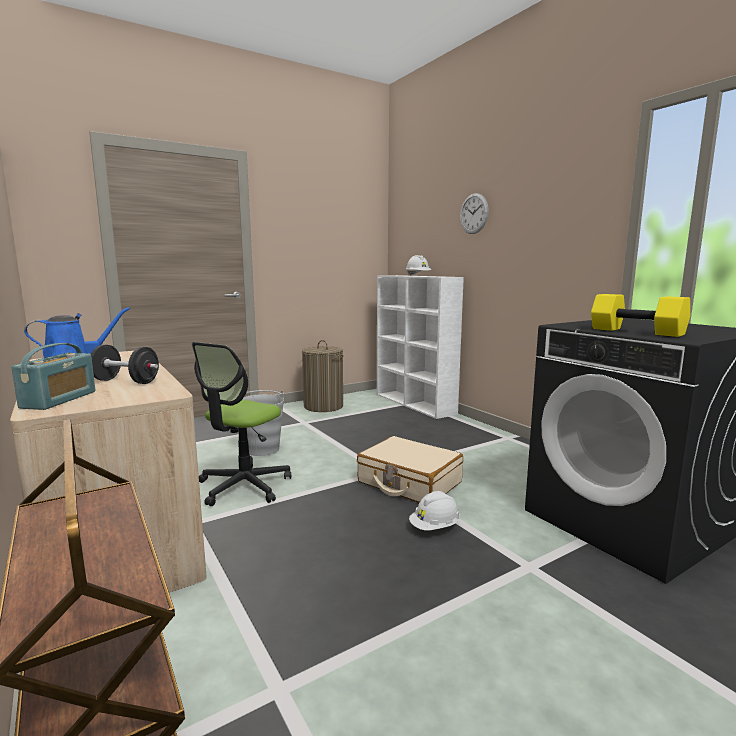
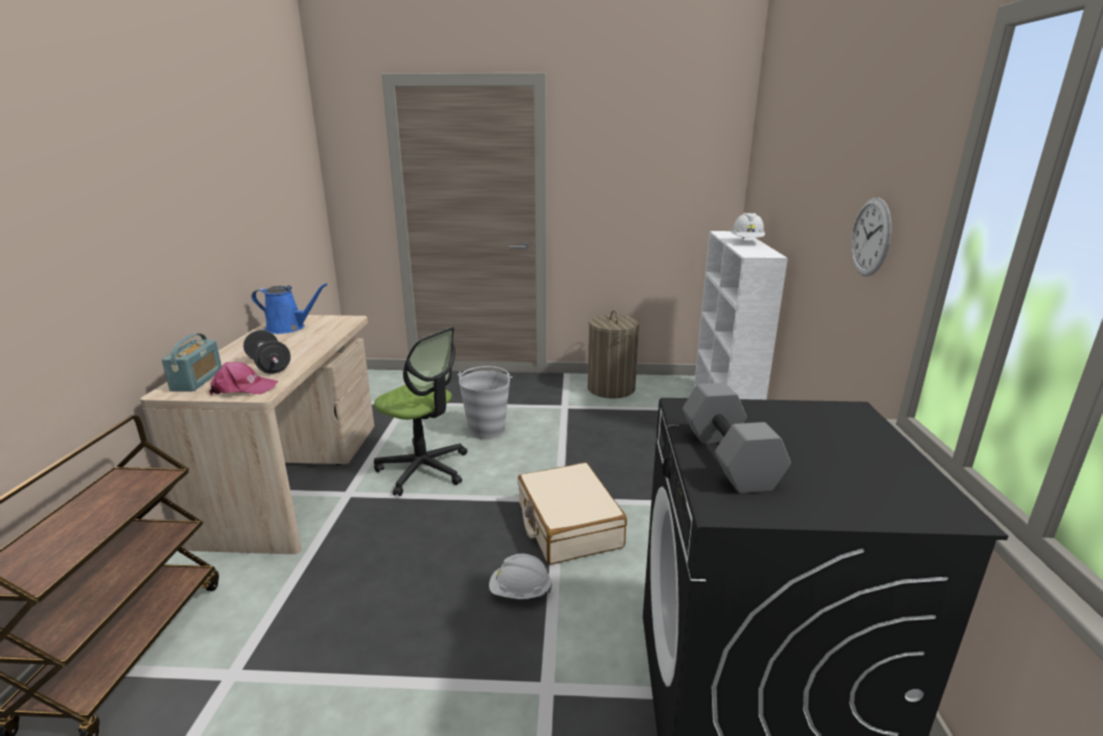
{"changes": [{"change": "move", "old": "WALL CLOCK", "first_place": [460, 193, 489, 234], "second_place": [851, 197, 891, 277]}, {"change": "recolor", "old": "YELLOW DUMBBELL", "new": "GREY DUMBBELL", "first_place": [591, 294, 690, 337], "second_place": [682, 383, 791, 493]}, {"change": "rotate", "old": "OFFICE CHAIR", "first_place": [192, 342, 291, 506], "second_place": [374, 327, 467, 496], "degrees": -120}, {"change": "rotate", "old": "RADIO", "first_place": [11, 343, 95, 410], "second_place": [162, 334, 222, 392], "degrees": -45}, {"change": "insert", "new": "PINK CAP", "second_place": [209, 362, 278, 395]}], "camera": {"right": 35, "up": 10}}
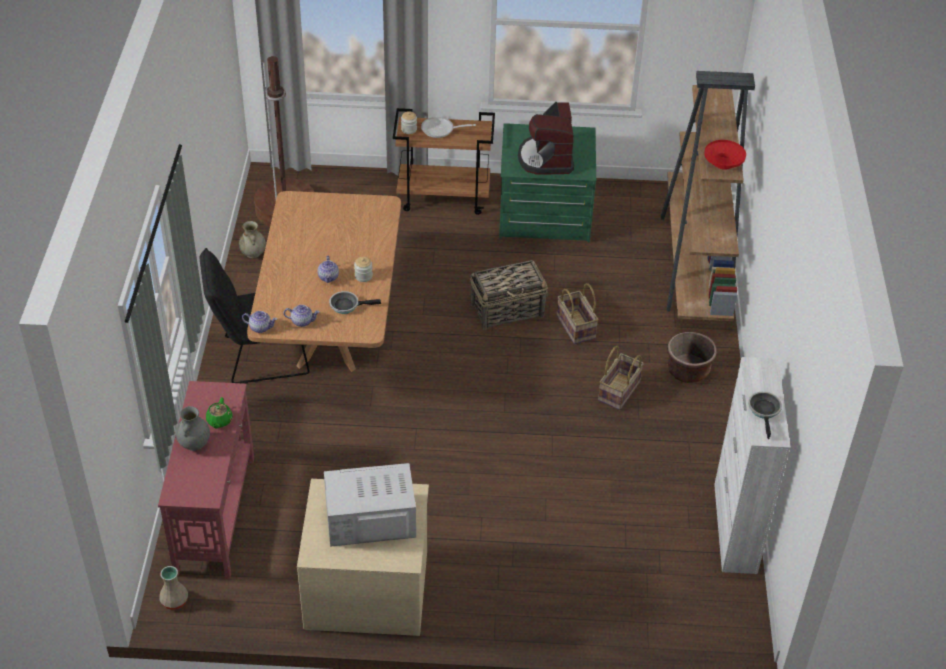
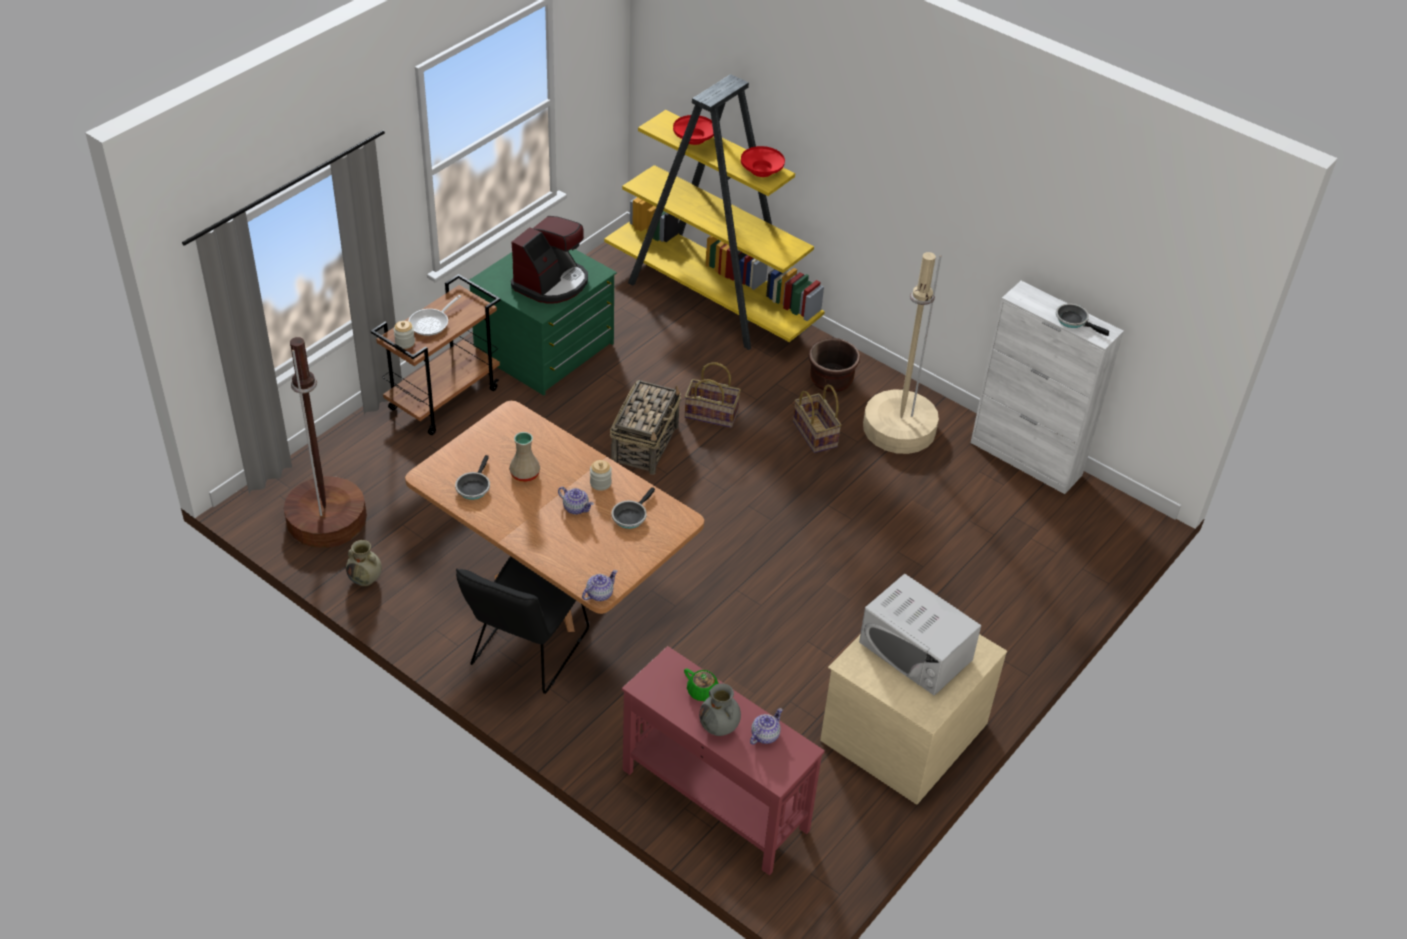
{"changes": [{"change": "recolor", "old": "BROWN BOOKCASE", "new": "YELLOW BOOKCASE", "first_place": [661, 71, 755, 321], "second_place": [604, 74, 825, 350]}, {"change": "rotate", "old": "COFFEE MACHINE", "first_place": [518, 102, 574, 175], "second_place": [511, 216, 588, 304], "degrees": -90}, {"change": "move", "old": "TEAPOT", "first_place": [284, 305, 320, 327], "second_place": [750, 708, 783, 745]}, {"change": "rotate", "old": "WHITE MICROWAVE", "first_place": [324, 463, 416, 547], "second_place": [859, 573, 981, 696], "degrees": -75}, {"change": "move", "old": "BEIGE VASE", "first_place": [159, 566, 188, 610], "second_place": [509, 432, 540, 482]}, {"change": "insert", "new": "RED BOWL", "second_place": [673, 115, 714, 145]}, {"change": "insert", "new": "BEIGE FLOOR LAMP", "second_place": [863, 252, 942, 454]}, {"change": "insert", "new": "FRYING PAN", "second_place": [455, 455, 490, 500]}], "camera": {"right": -55, "up": 0}}
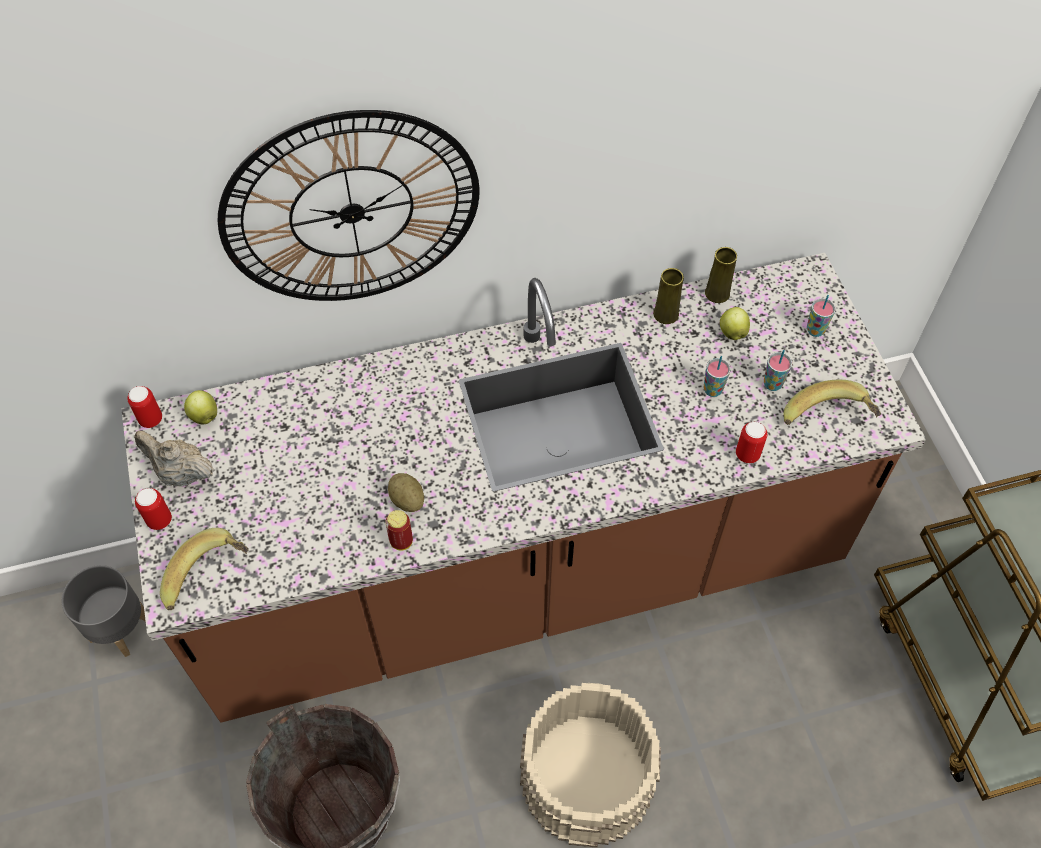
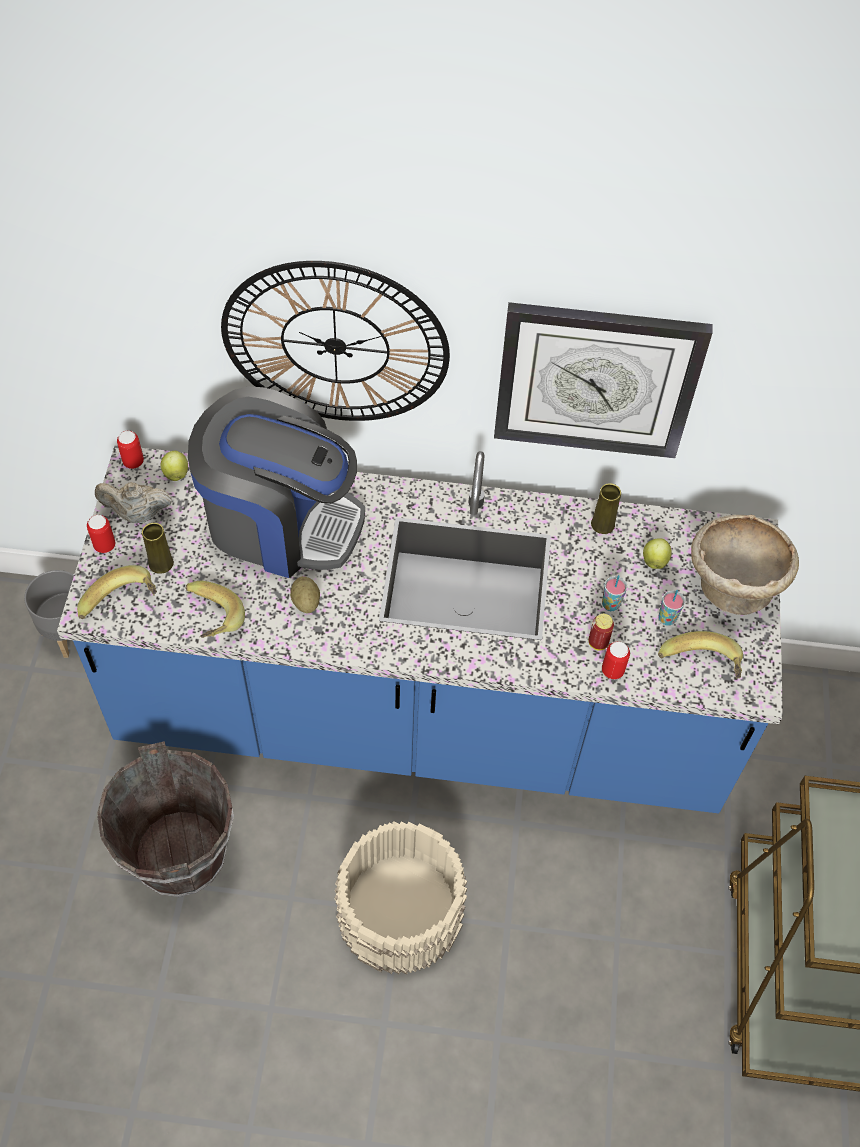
{"changes": [{"change": "move", "old": "YELLOW VASE", "first_place": [705, 247, 737, 303], "second_place": [142, 523, 174, 574]}, {"change": "recolor", "old": "BROWN COUNTER", "new": "BLUE COUNTER", "first_place": [121, 253, 926, 723], "second_place": [57, 445, 783, 813]}, {"change": "replace", "old": "CUP", "new": "BEIGE BOWL", "first_place": [807, 295, 836, 337], "second_place": [691, 515, 799, 615]}, {"change": "rotate", "old": "BEIGE TEAPOT", "first_place": [134, 431, 214, 487], "second_place": [95, 482, 172, 523], "degrees": -45}, {"change": "move", "old": "CAN", "first_place": [385, 510, 413, 551], "second_place": [589, 614, 614, 651]}, {"change": "insert", "new": "WALL CLOCK", "second_place": [494, 302, 713, 458]}, {"change": "insert", "new": "COFFEE MACHINE", "second_place": [188, 386, 365, 578]}, {"change": "insert", "new": "BANANA", "second_place": [185, 581, 245, 638]}], "camera": {"right": 20, "up": 0}}
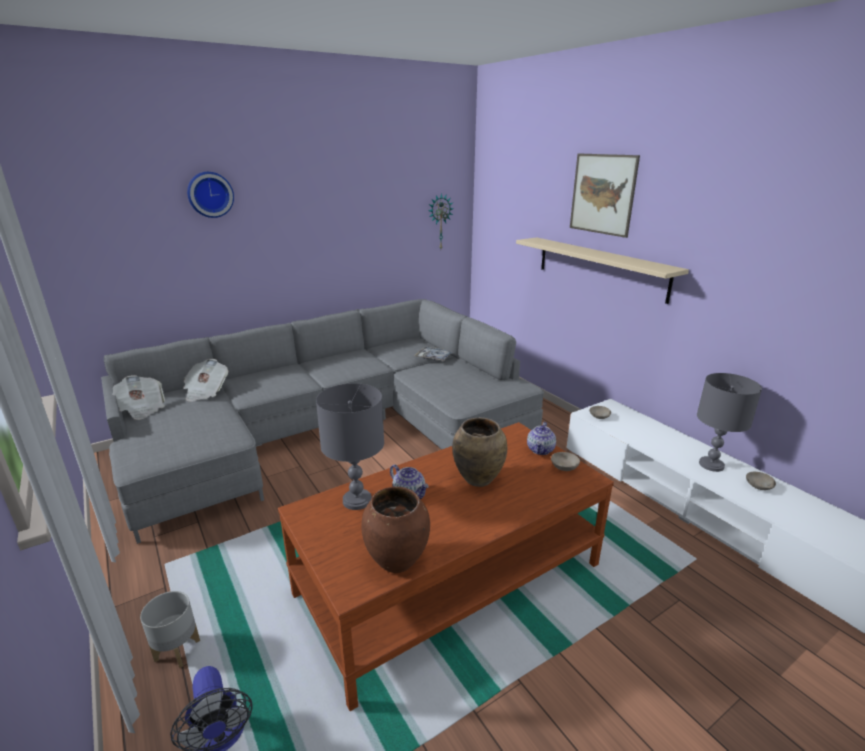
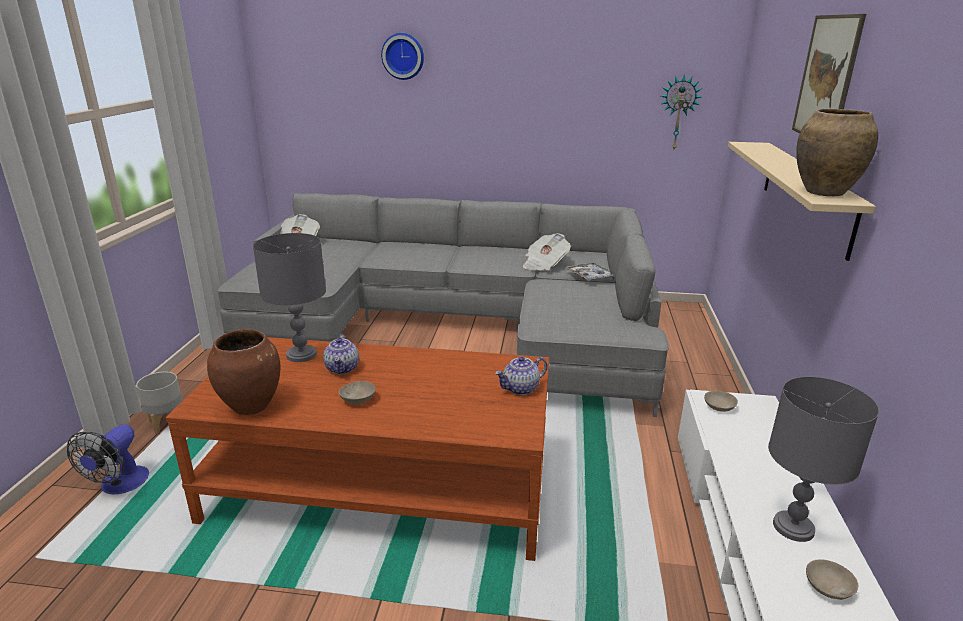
{"changes": [{"change": "move", "old": "NEWSPAPER", "first_place": [184, 359, 228, 401], "second_place": [523, 233, 571, 271]}, {"change": "move", "old": "BROWN VASE", "first_place": [452, 417, 507, 487], "second_place": [796, 109, 878, 196]}, {"change": "move", "old": "BEIGE BOWL", "first_place": [551, 452, 580, 471], "second_place": [339, 381, 376, 404]}], "camera": {"right": 40, "up": 0}}
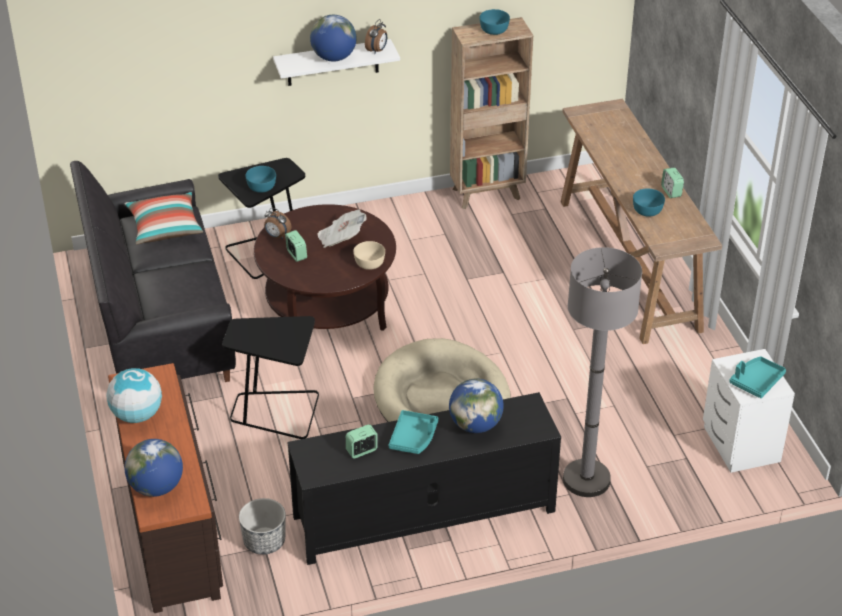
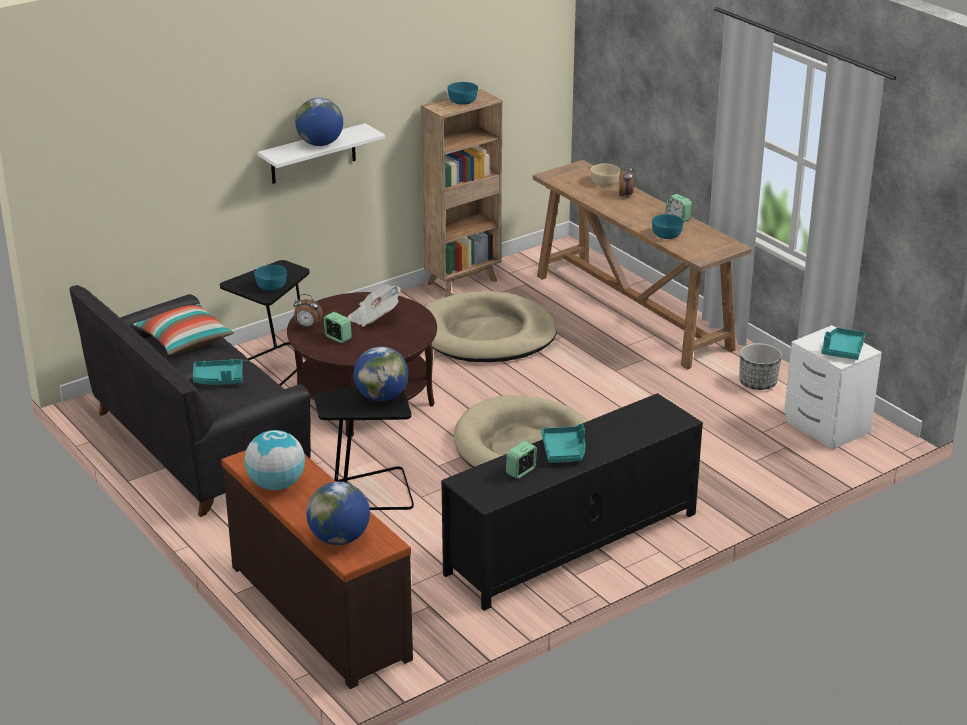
{"changes": [{"change": "move", "old": "ALARM CLOCK", "first_place": [365, 19, 387, 54], "second_place": [619, 165, 635, 197]}, {"change": "move", "old": "BEIGE BOWL", "first_place": [353, 241, 385, 270], "second_place": [591, 164, 620, 187]}, {"change": "delete", "old": "GREY FLOOR LAMP", "first_place": [563, 247, 642, 497]}, {"change": "move", "old": "GLOBE", "first_place": [449, 379, 504, 433], "second_place": [354, 347, 408, 401]}, {"change": "move", "old": "PLANTER", "first_place": [239, 498, 286, 555], "second_place": [739, 343, 782, 390]}, {"change": "insert", "new": "BEIGE DOG BED", "second_place": [425, 291, 557, 362]}, {"change": "insert", "new": "TURQUOISE TRAY", "second_place": [193, 359, 243, 385]}], "camera": {"right": -20, "up": -10}}
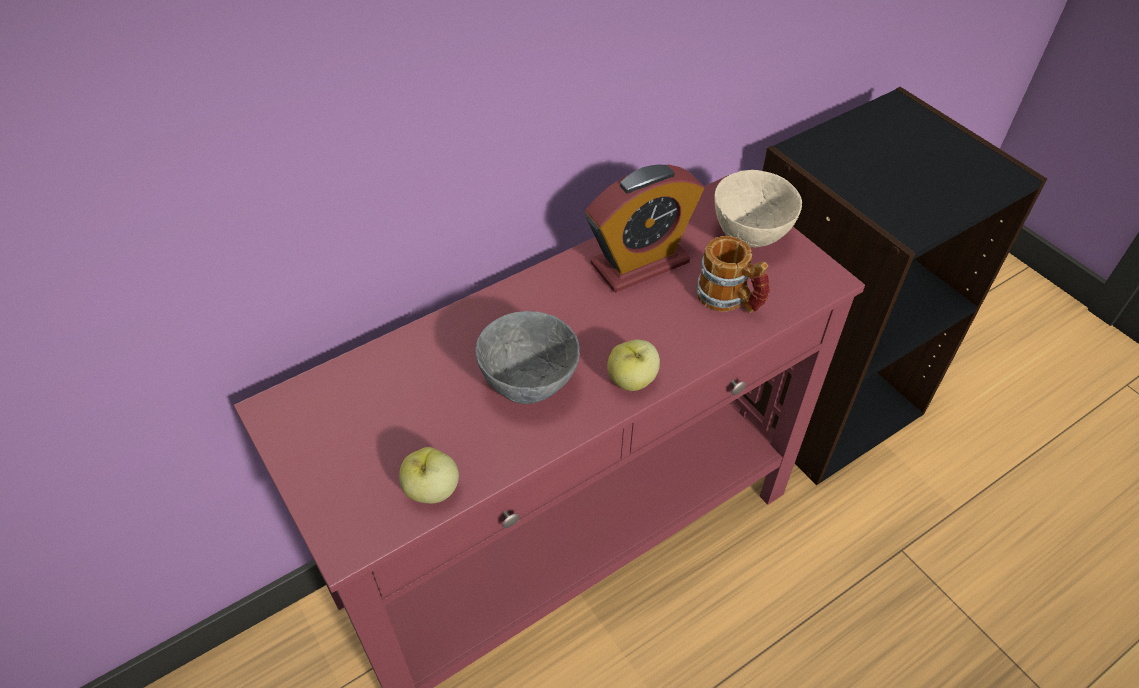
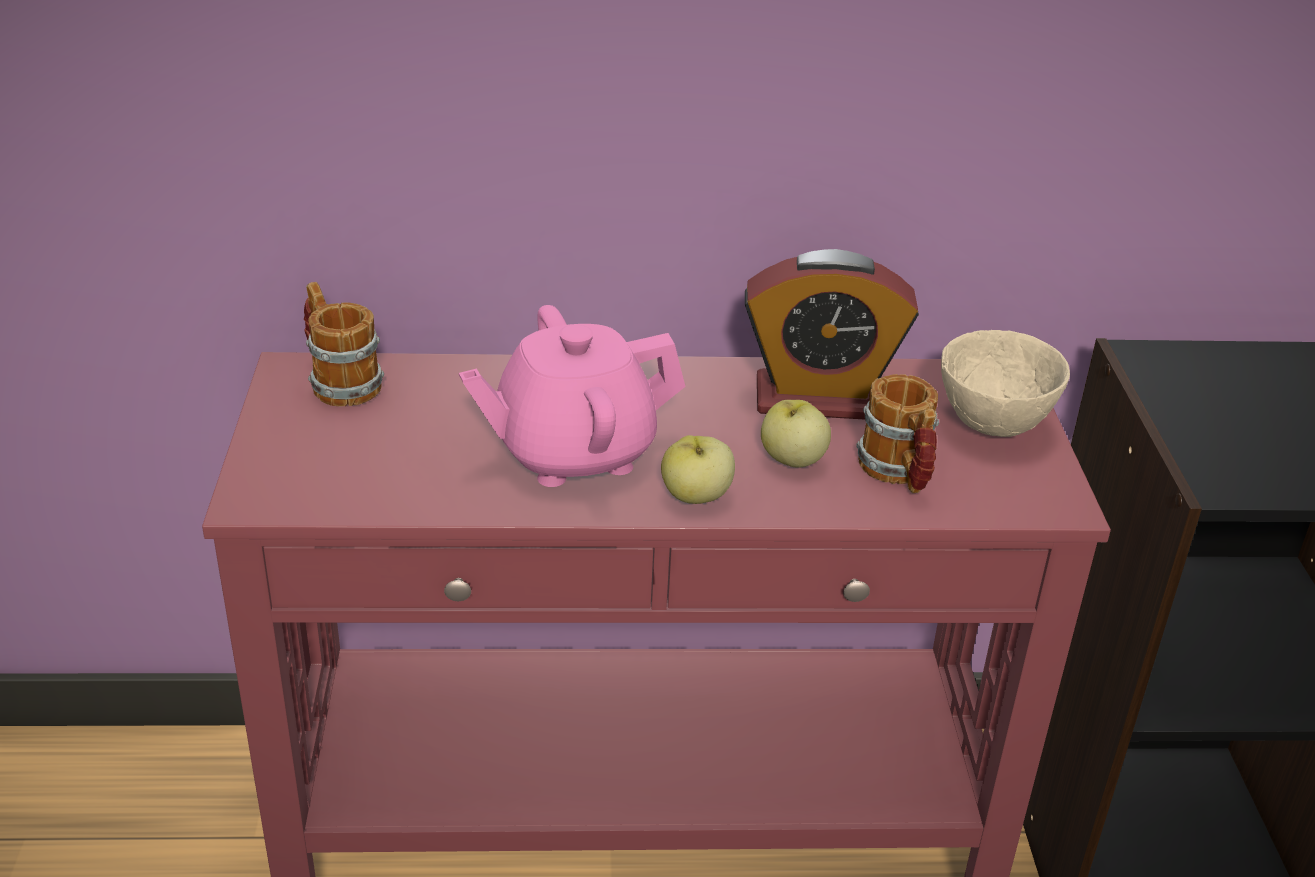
{"changes": [{"change": "replace", "old": "GREY BOWL", "new": "PINK TEAPOT", "first_place": [475, 311, 580, 404], "second_place": [459, 305, 685, 487]}, {"change": "move", "old": "APPLE", "first_place": [399, 447, 459, 504], "second_place": [761, 400, 831, 468]}, {"change": "insert", "new": "MUG", "second_place": [304, 282, 384, 406]}], "camera": {"right": 30, "up": -15}}
